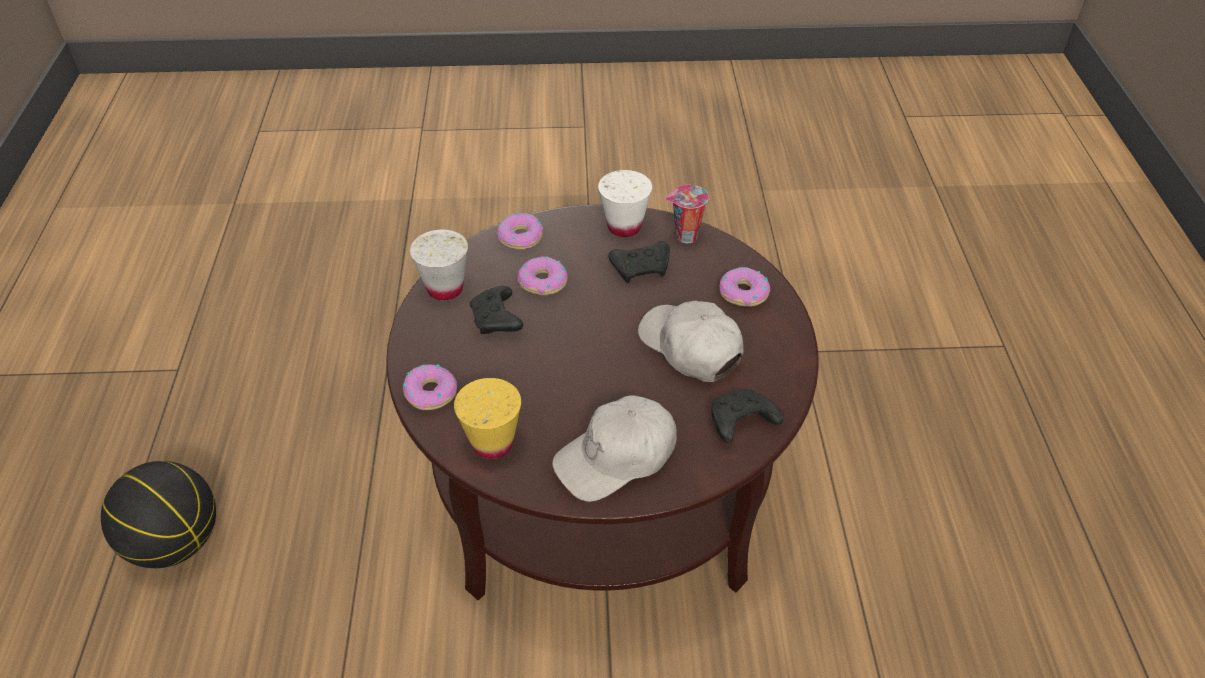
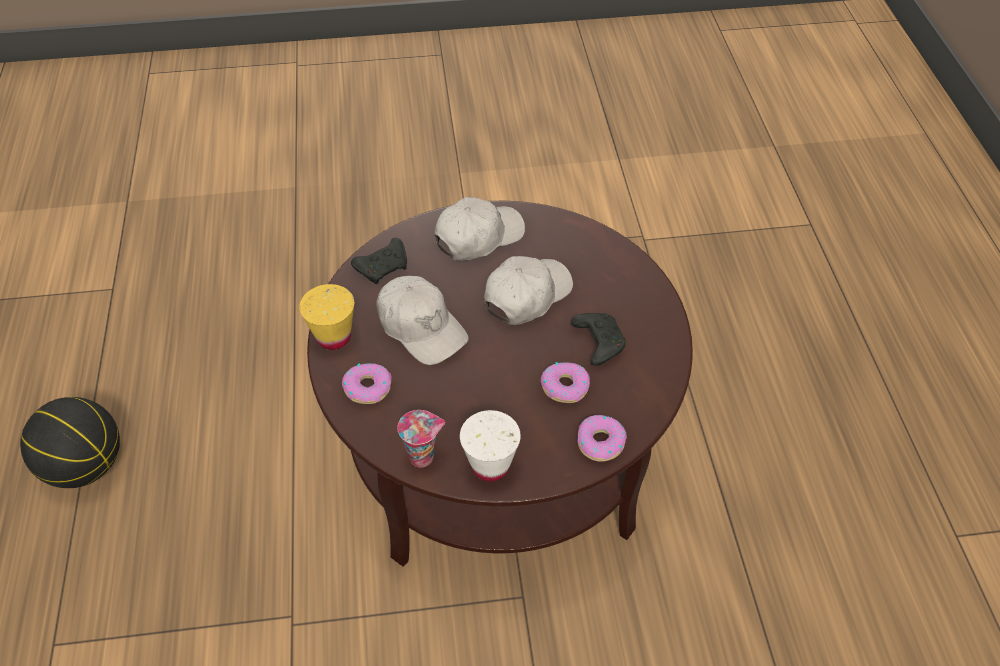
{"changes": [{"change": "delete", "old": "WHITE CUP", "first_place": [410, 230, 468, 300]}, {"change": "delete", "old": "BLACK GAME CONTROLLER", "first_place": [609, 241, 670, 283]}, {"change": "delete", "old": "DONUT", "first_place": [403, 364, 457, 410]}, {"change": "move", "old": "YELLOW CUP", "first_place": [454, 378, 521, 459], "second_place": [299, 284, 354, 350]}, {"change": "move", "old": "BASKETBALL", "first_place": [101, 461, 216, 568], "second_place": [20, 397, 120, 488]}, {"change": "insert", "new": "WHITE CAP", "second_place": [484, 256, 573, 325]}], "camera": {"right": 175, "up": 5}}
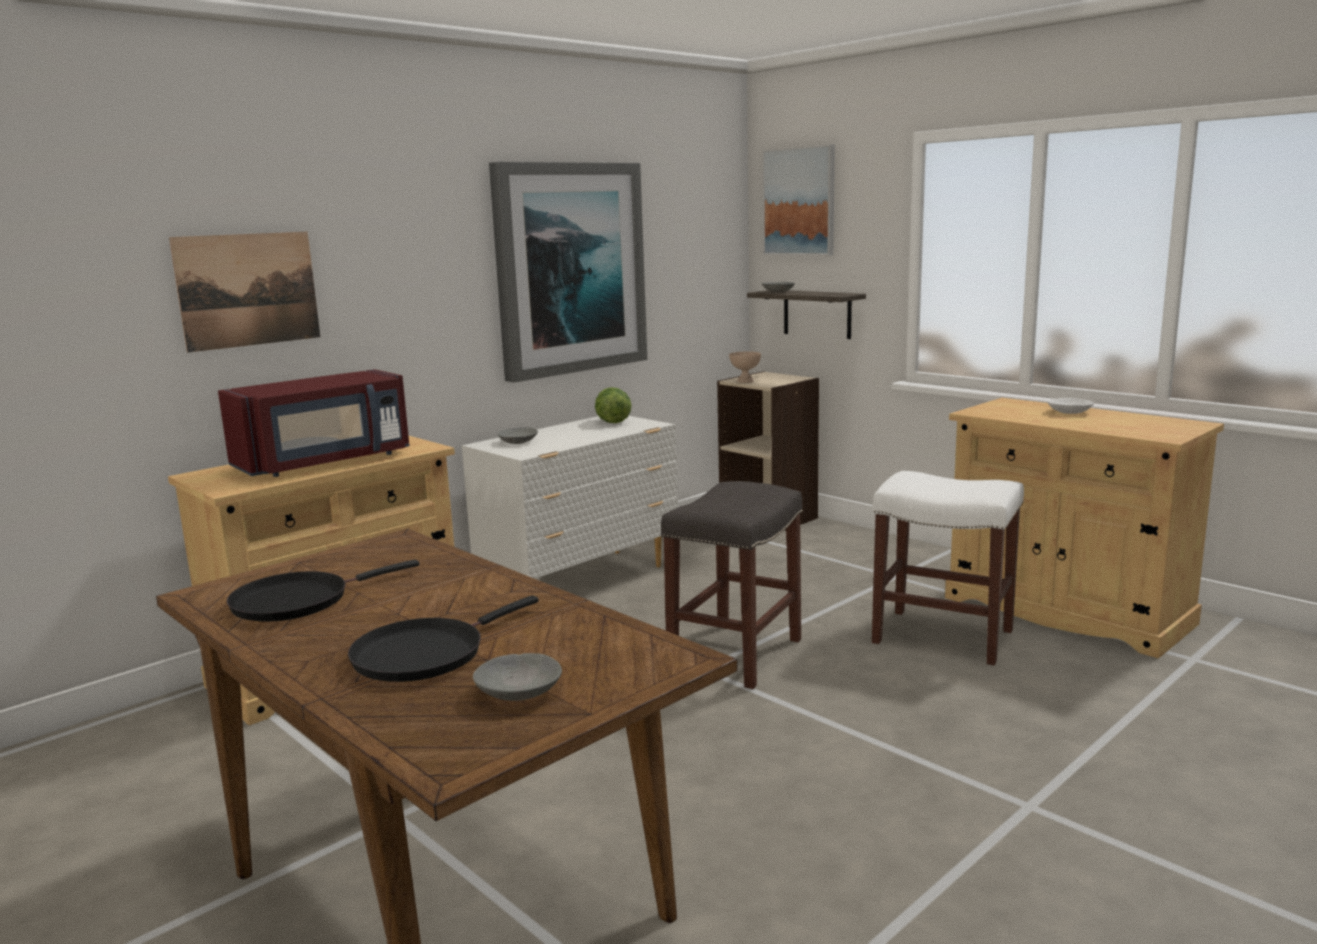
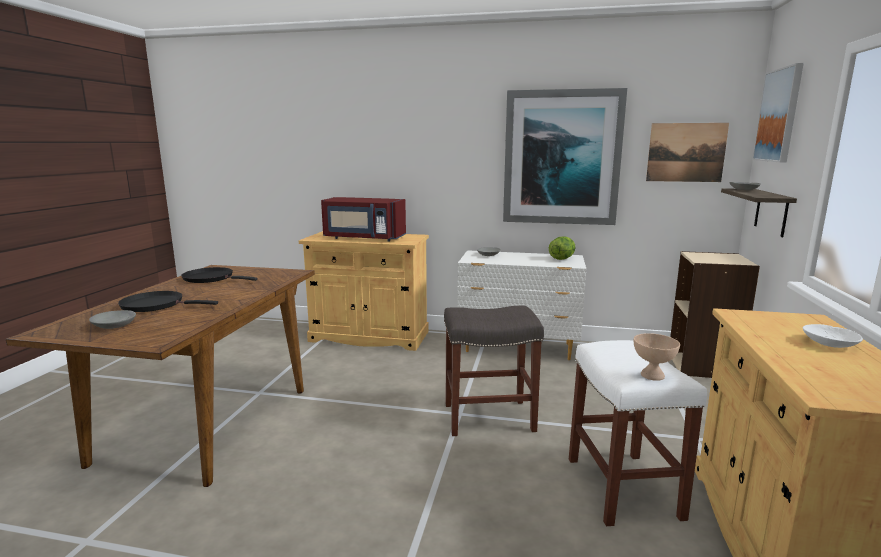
{"changes": [{"change": "move", "old": "PICTURE", "first_place": [169, 232, 320, 353], "second_place": [646, 123, 729, 182]}, {"change": "move", "old": "BEIGE BOWL", "first_place": [729, 352, 761, 383], "second_place": [634, 333, 680, 381]}], "camera": {"right": 55, "up": 0}}
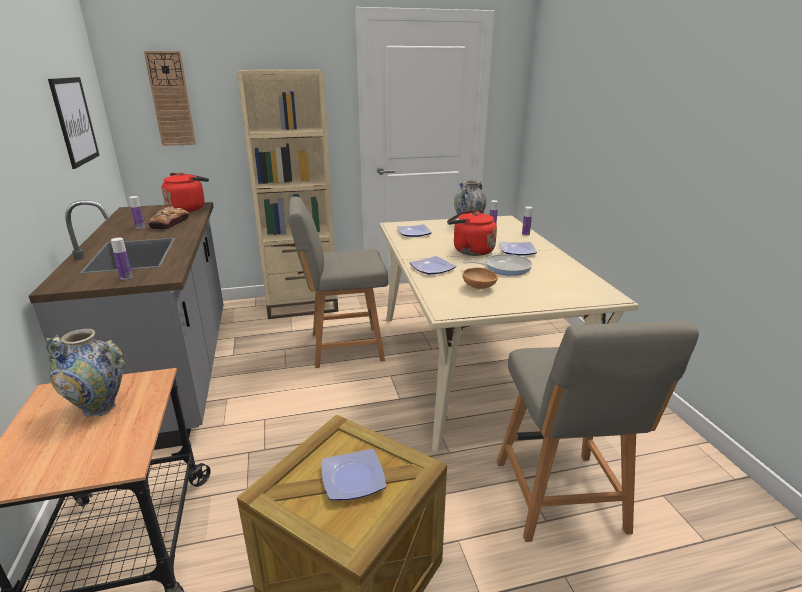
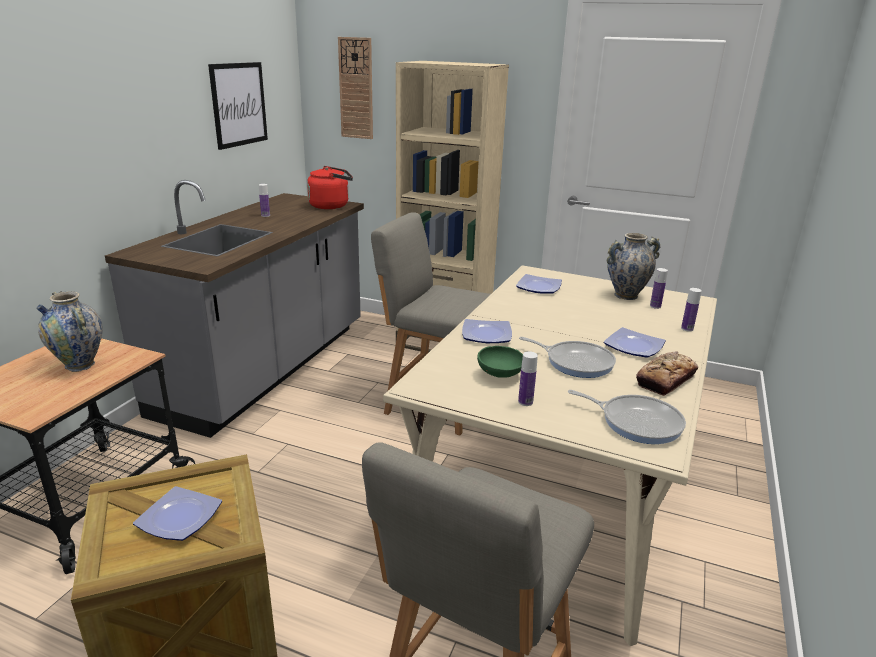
{"changes": [{"change": "move", "old": "BREAD", "first_place": [148, 206, 189, 230], "second_place": [636, 352, 698, 396]}, {"change": "delete", "old": "RED KETTLE", "first_place": [447, 210, 497, 256]}, {"change": "move", "old": "BOTTLE", "first_place": [111, 238, 133, 280], "second_place": [518, 351, 538, 406]}, {"change": "recolor", "old": "BROWN BOWL", "new": "GREEN BOWL", "first_place": [462, 267, 498, 290], "second_place": [477, 346, 523, 378]}, {"change": "insert", "new": "FRYING PAN", "second_place": [568, 390, 686, 444]}], "camera": {"right": 35, "up": 0}}
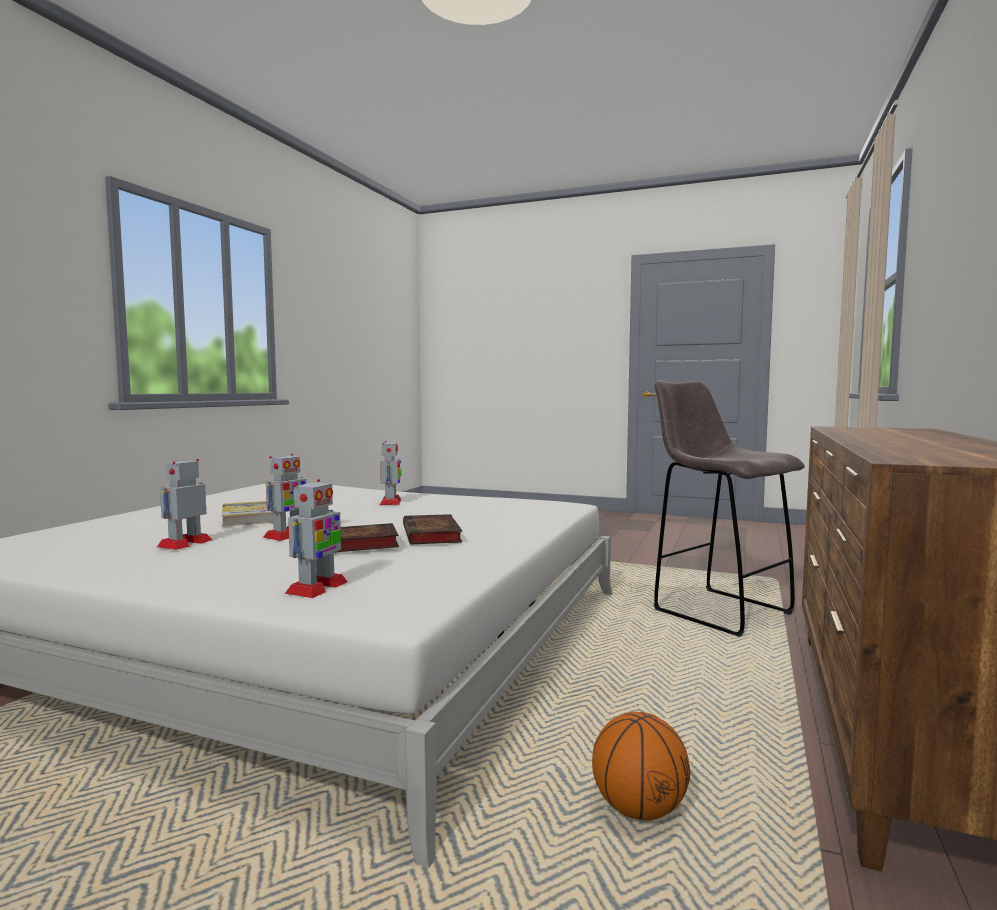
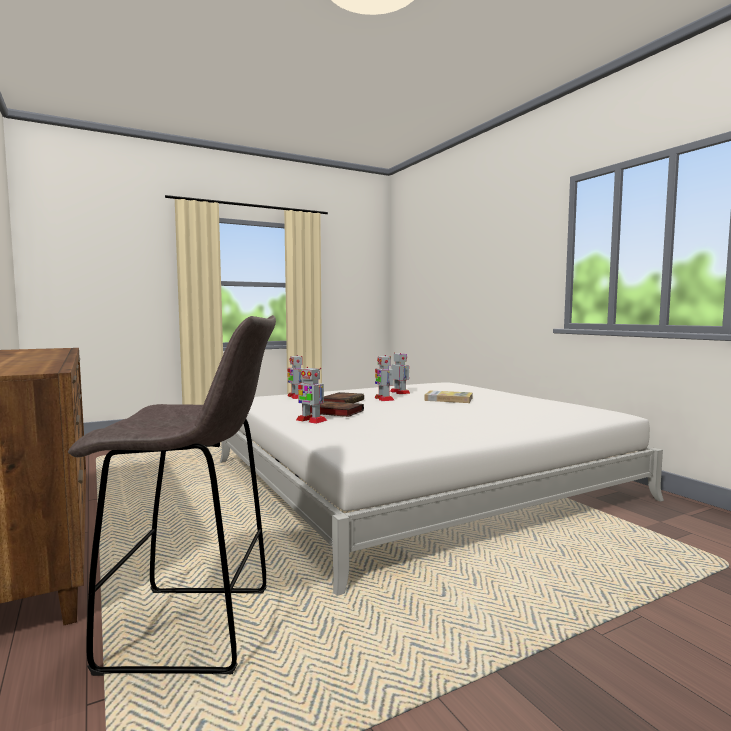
{"changes": [{"change": "move", "old": "TOY ROBOT", "first_place": [380, 441, 401, 505], "second_place": [296, 367, 327, 424]}, {"change": "delete", "old": "BASKETBALL", "first_place": [592, 712, 690, 820]}], "camera": {"right": 130, "up": 0}}
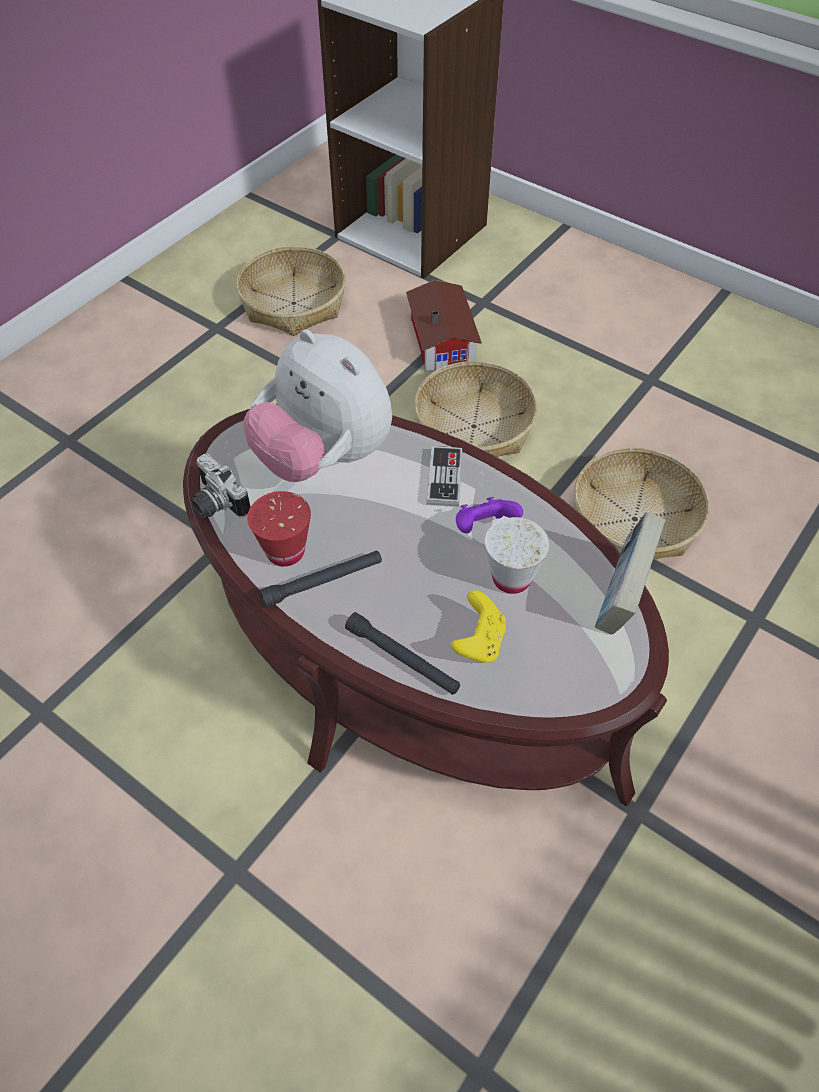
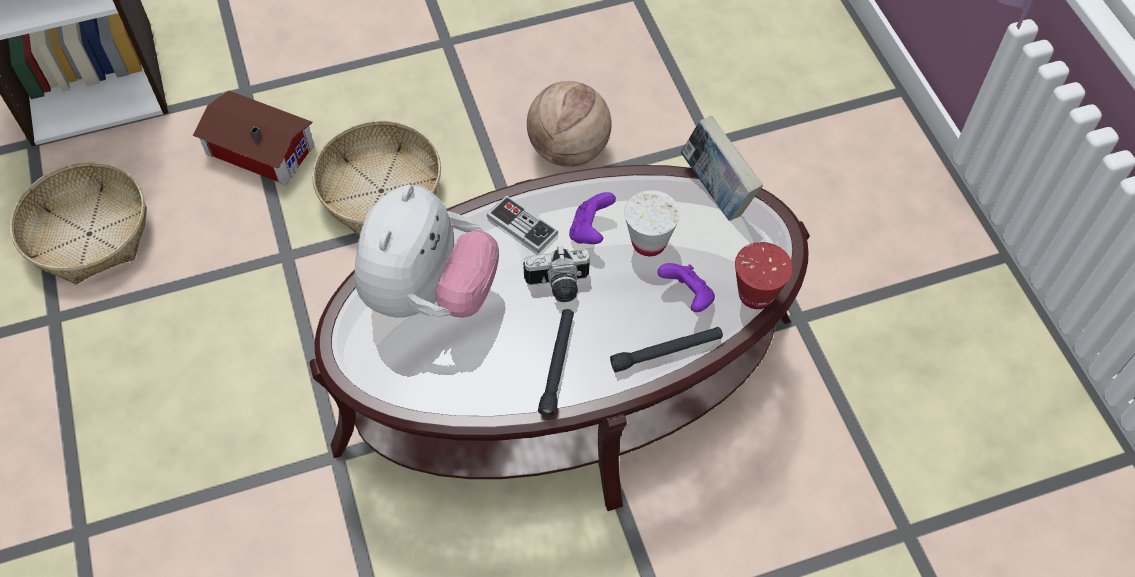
{"changes": [{"change": "rotate", "old": "PLUSH TOY", "first_place": [243, 329, 392, 482], "second_place": [354, 184, 499, 318], "degrees": -60}, {"change": "replace", "old": "BASKET", "new": "BASKETBALL", "first_place": [574, 447, 710, 560], "second_place": [527, 81, 612, 167]}, {"change": "move", "old": "PHOTO CAMERA", "first_place": [190, 454, 250, 518], "second_place": [523, 246, 590, 302]}, {"change": "move", "old": "RED CUP", "first_place": [247, 491, 311, 566], "second_place": [735, 242, 793, 309]}, {"change": "recolor", "old": "YELLOW GAME CONTROLLER", "new": "PURPLE GAME CONTROLLER", "first_place": [451, 590, 506, 663], "second_place": [657, 263, 715, 312]}], "camera": {"right": -55, "up": 5}}
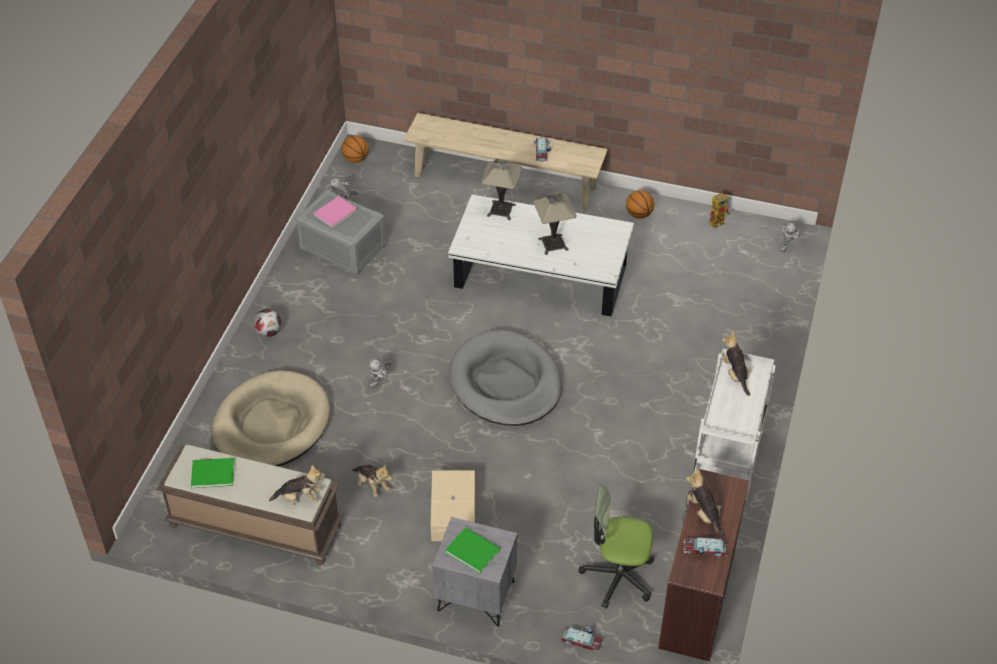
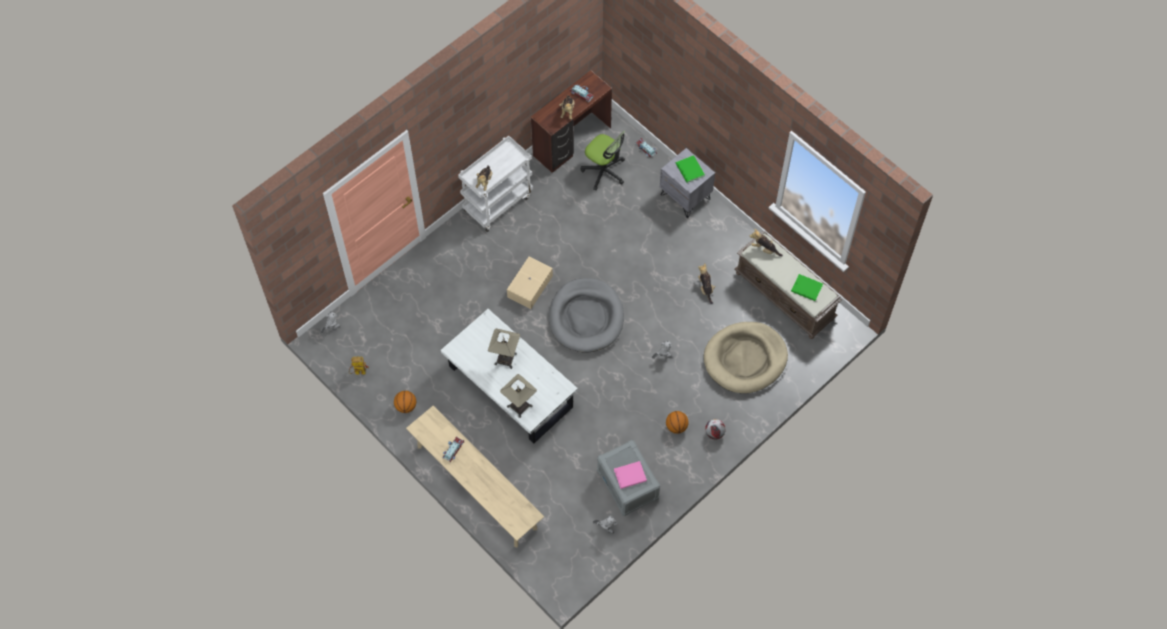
{"changes": [{"change": "move", "old": "BASKETBALL", "first_place": [341, 135, 369, 163], "second_place": [666, 411, 689, 434]}, {"change": "move", "old": "BEIGE STORAGE BOX", "first_place": [431, 470, 475, 541], "second_place": [507, 257, 553, 309]}], "camera": {"right": -150, "up": 15}}
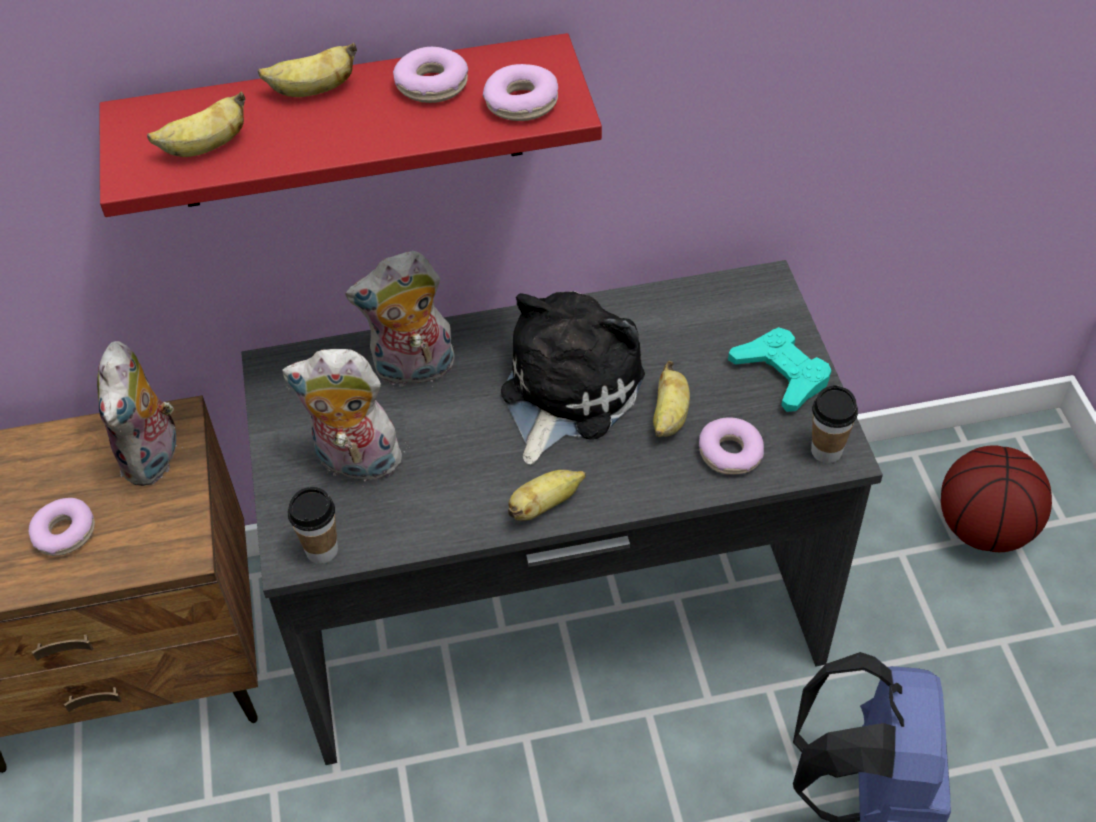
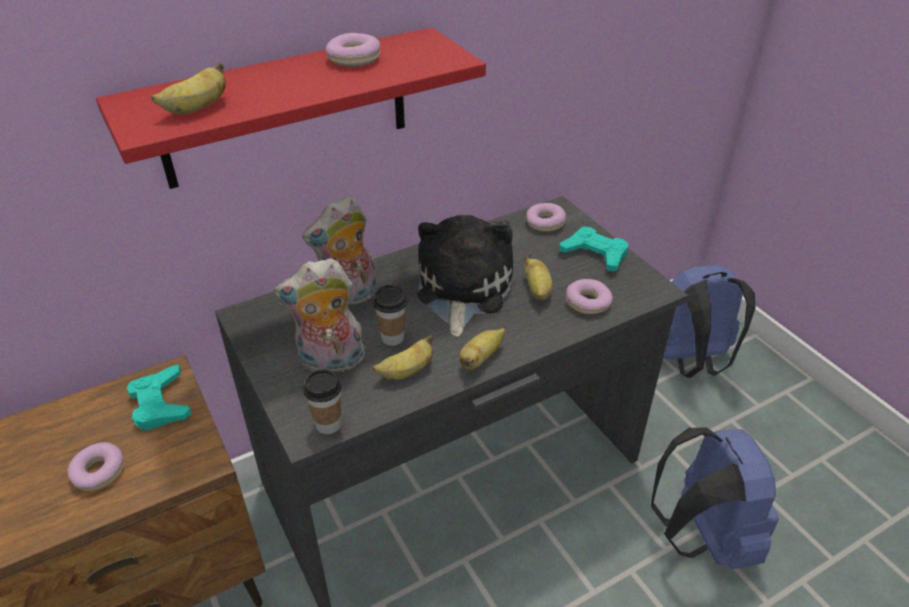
{"changes": [{"change": "move", "old": "BANANA", "first_place": [258, 42, 357, 97], "second_place": [372, 335, 433, 380]}, {"change": "move", "old": "DONUT", "first_place": [483, 64, 558, 121], "second_place": [527, 203, 566, 232]}, {"change": "replace", "old": "PLUSH TOY", "new": "TURQUOISE GAME CONTROLLER", "first_place": [97, 341, 183, 486], "second_place": [127, 365, 192, 430]}, {"change": "move", "old": "CUP", "first_place": [811, 385, 858, 463], "second_place": [374, 285, 407, 346]}, {"change": "replace", "old": "BASKETBALL", "new": "BLUE BACKPACK", "first_place": [941, 445, 1052, 552], "second_place": [663, 265, 756, 378]}], "camera": {"right": -20, "up": -10}}
